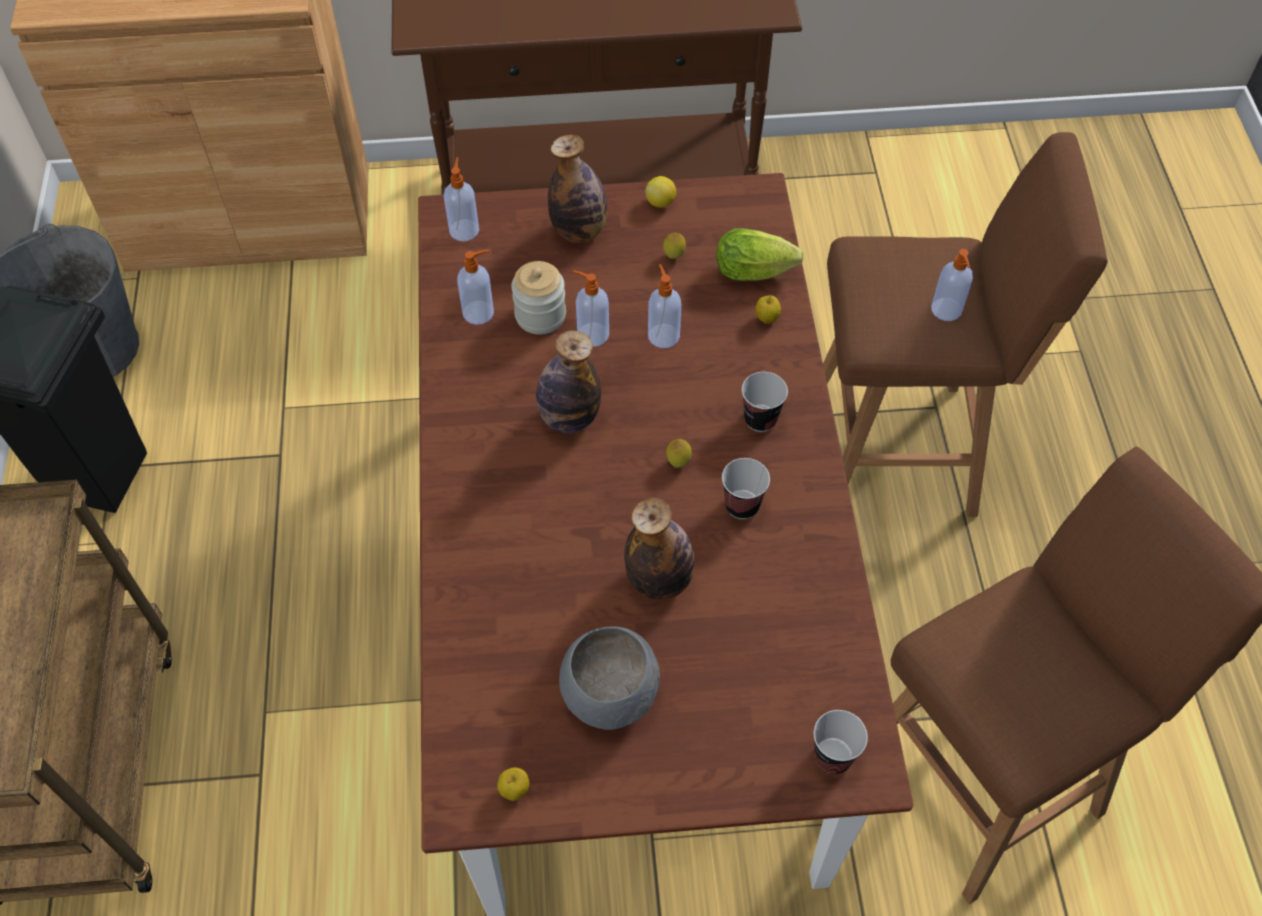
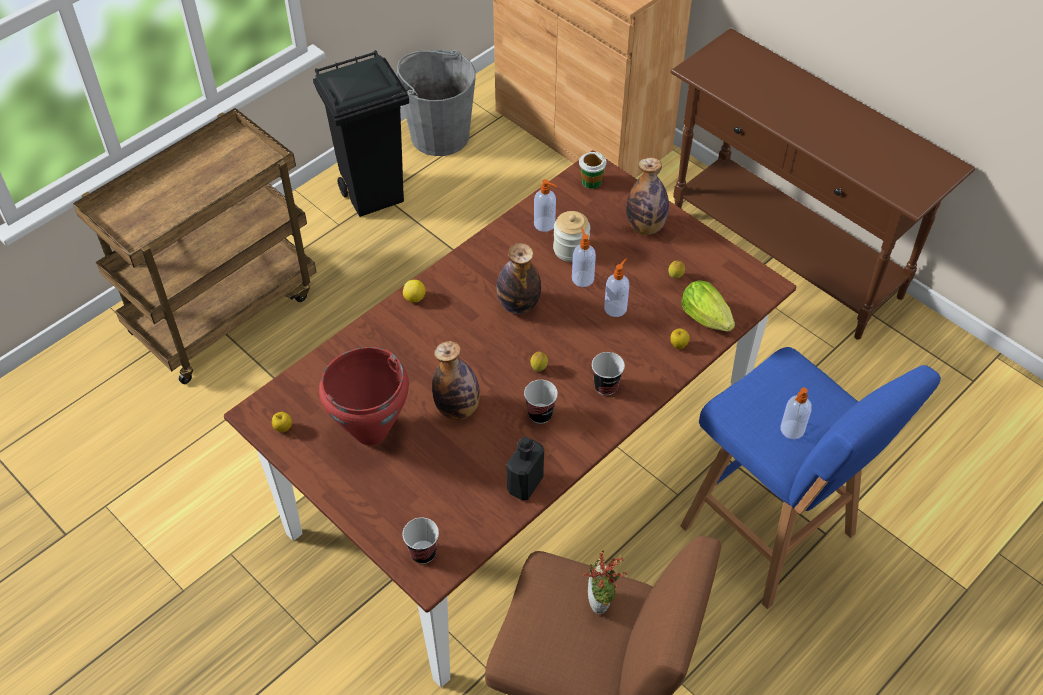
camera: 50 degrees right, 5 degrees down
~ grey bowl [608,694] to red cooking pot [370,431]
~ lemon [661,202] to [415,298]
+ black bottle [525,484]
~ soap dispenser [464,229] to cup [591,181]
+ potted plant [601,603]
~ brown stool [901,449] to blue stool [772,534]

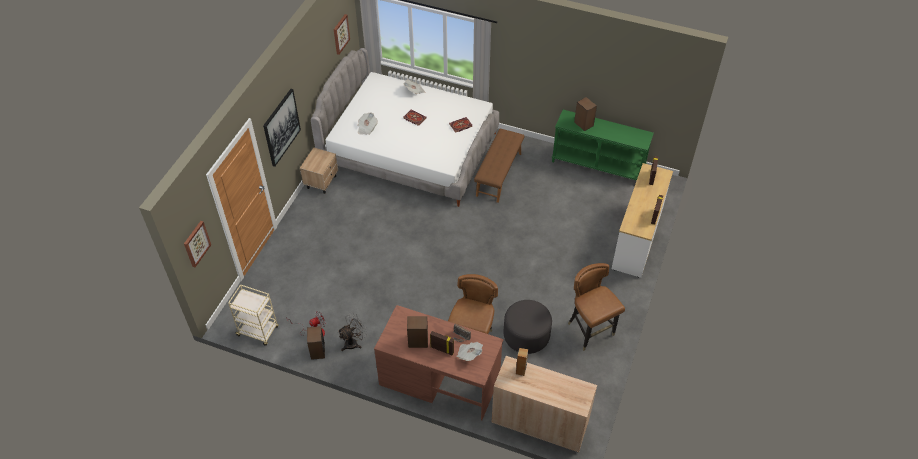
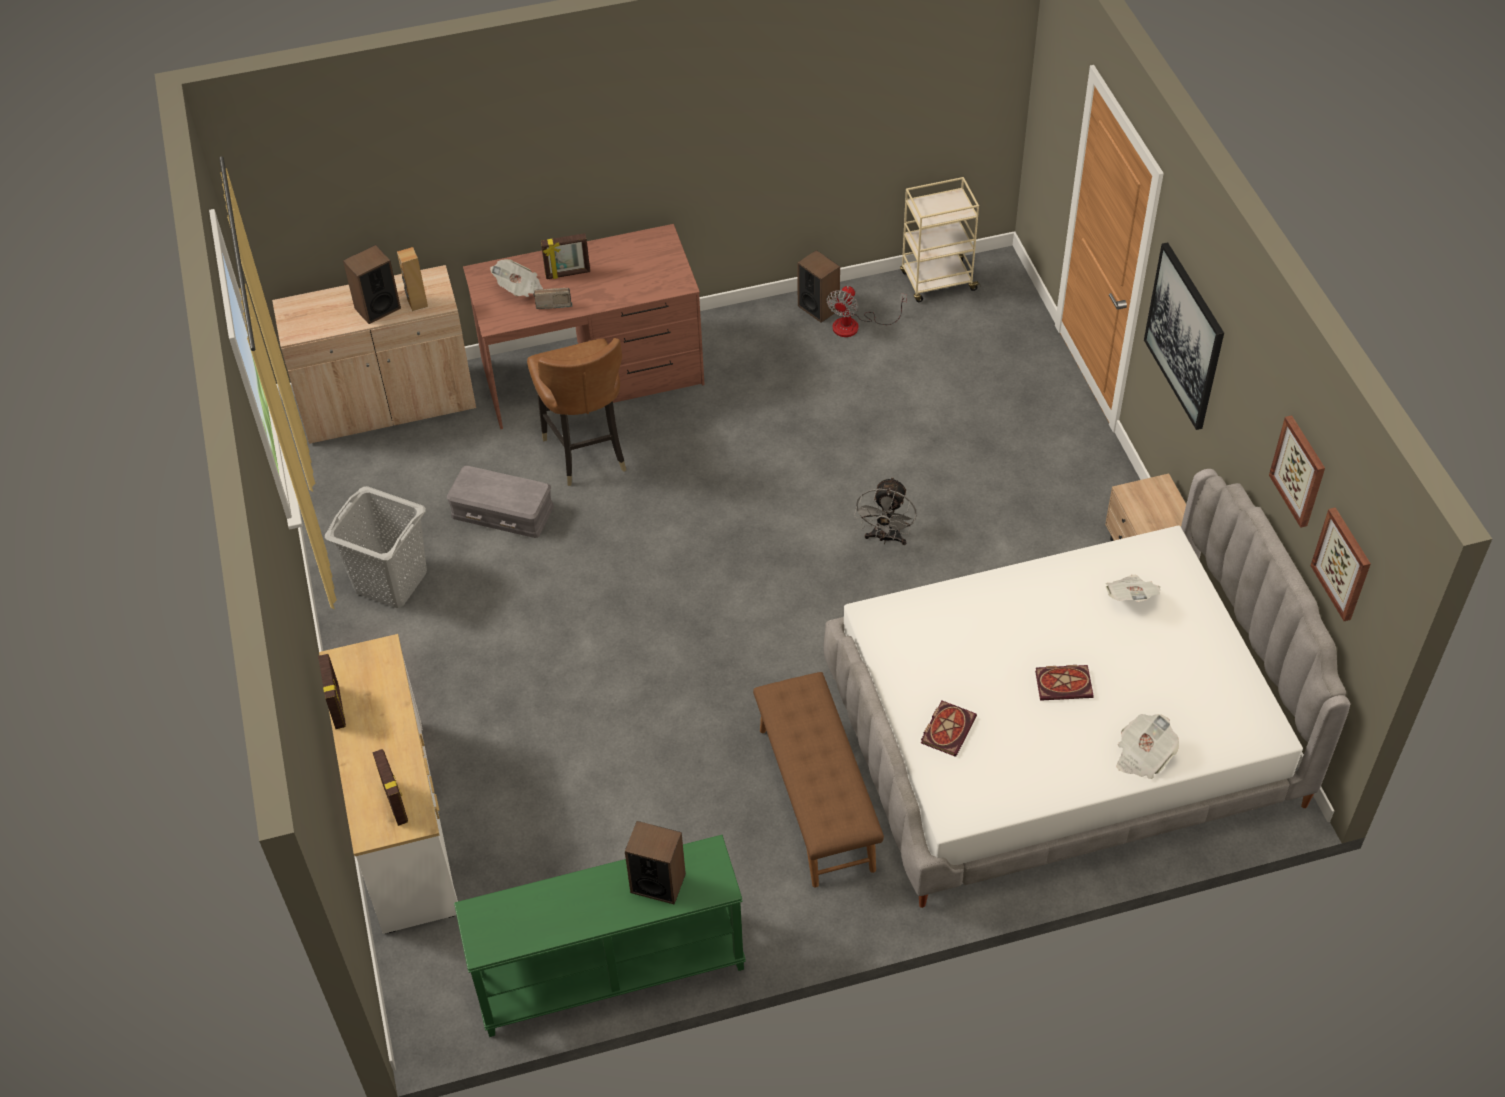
camera: 145 degrees right, 0 degrees up
~ brown chair [590,331] to grey laundry basket [391,582]
~ speaker [418,341] to [377,308]
~ grey ottoman [526,335] to grey storage box [502,512]
~ grey fan [354,342] to [885,538]
~ picture [196,243] to [1299,470]

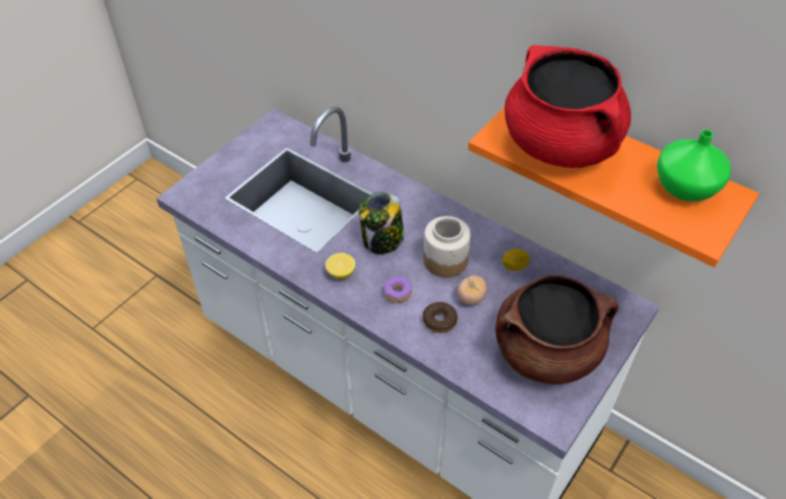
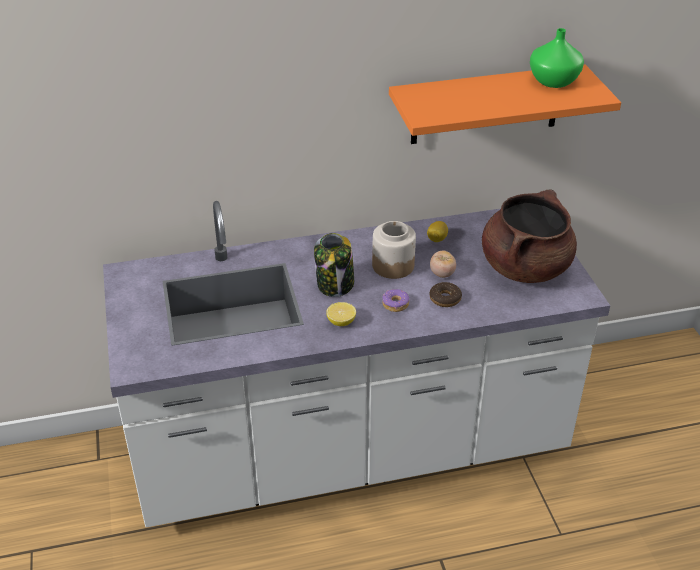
camera: 50 degrees left, 10 degrees down
- red cooking pot [560,145]

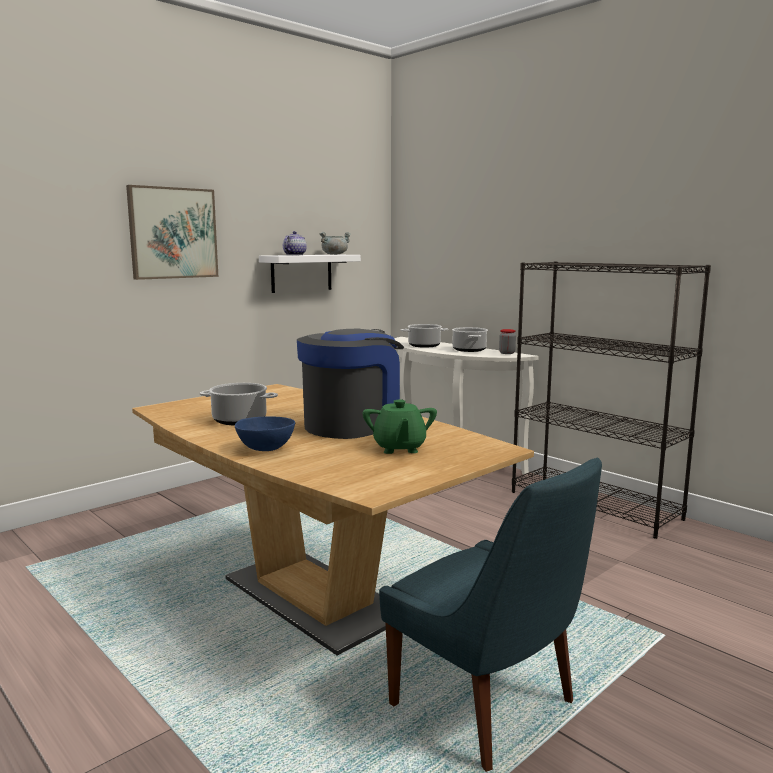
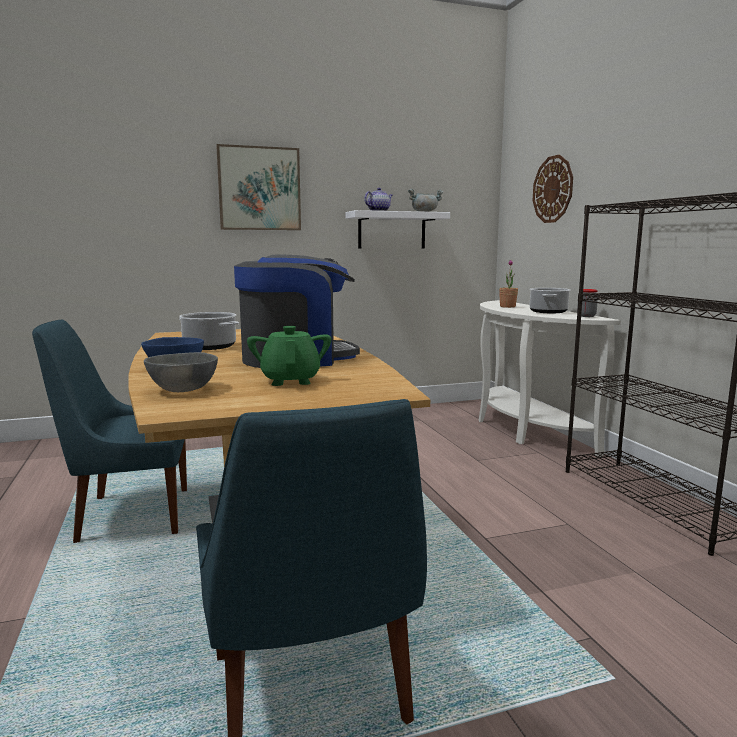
camera: 25 degrees right, 0 degrees up
+ blue chair [129,515]
+ grey bowl [181,390]
~ green teapot [399,448] = [291,380] 150 degrees clockwise
~ cooking pot [424,345] to potted plant [507,307]
+ wall clock [553,189]

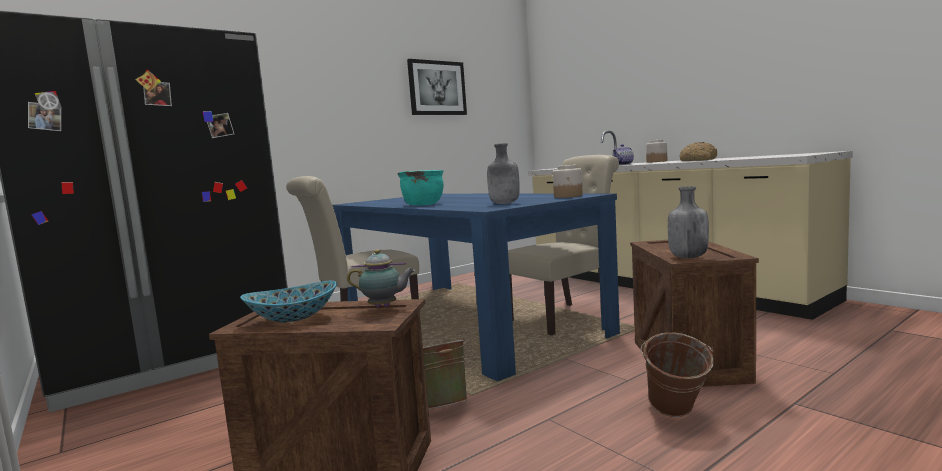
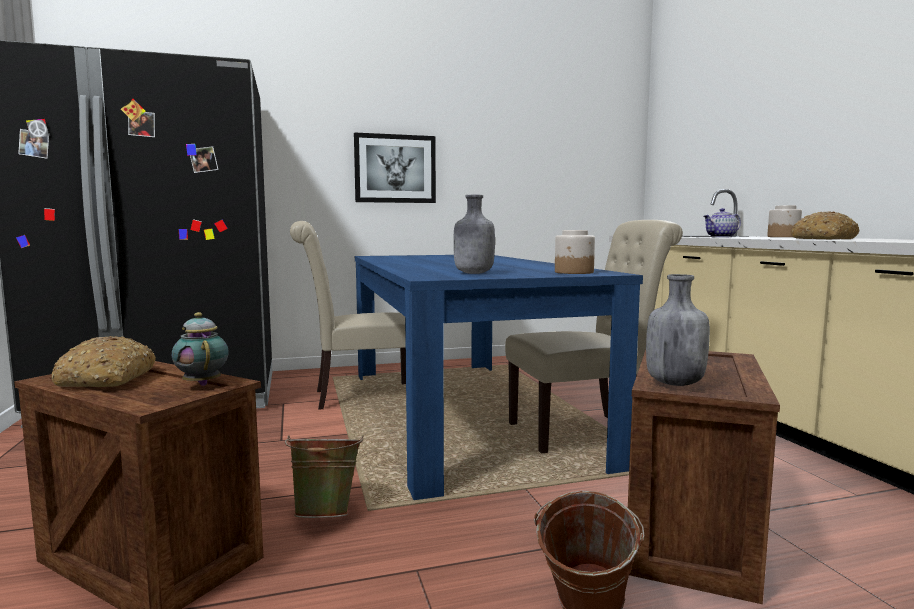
camera: 20 degrees right, 0 degrees up
~ bowl [294,318] to bread [107,379]
~ teapot [384,307] = [202,383] 150 degrees counterclockwise
~ picture [437,88] to [395,169]
- turquoise cooking pot [423,204]

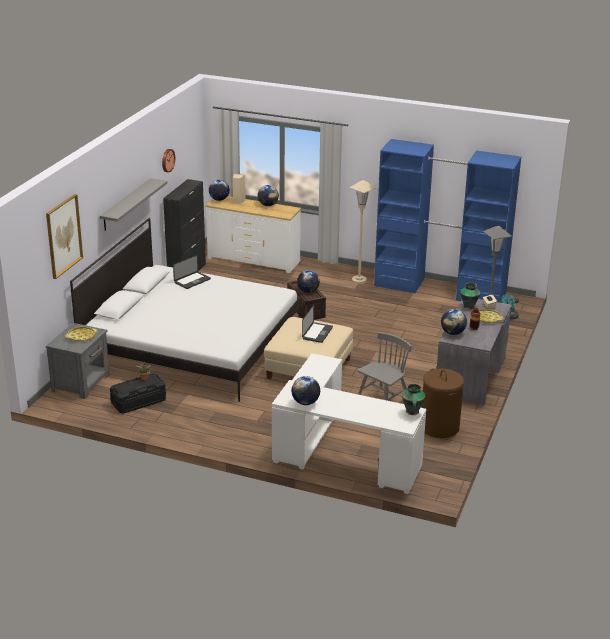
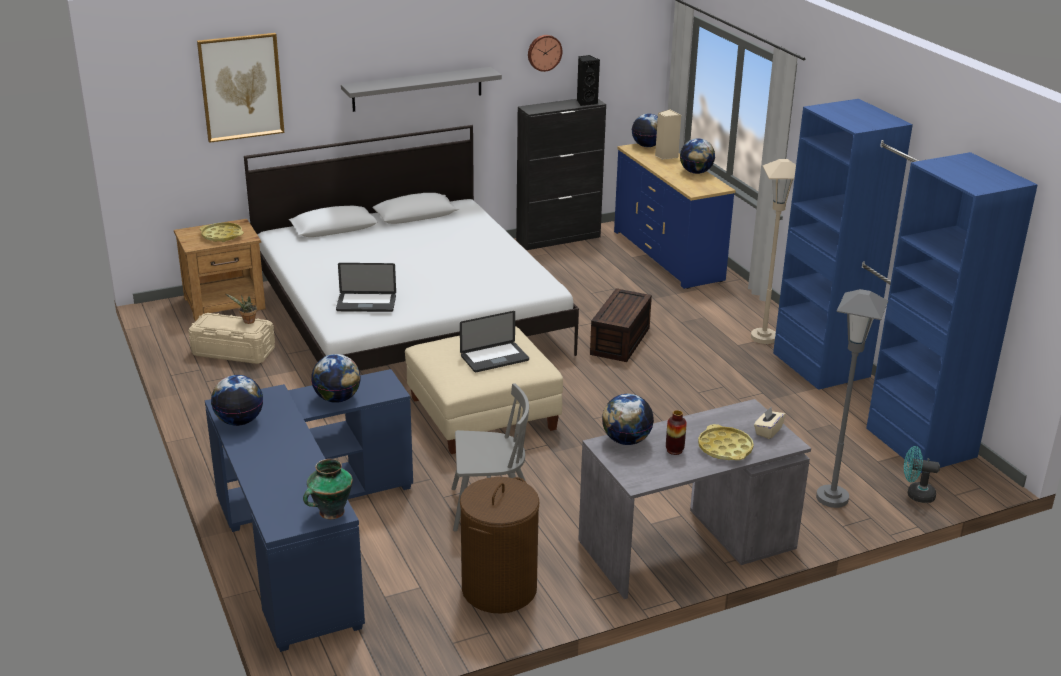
camera: 45 degrees right, 0 degrees up
~ grey nightstand [81,382] to brown nightstand [225,303]
~ black storage box [138,402] to beige storage box [233,351]
~ white desk [337,454] to blue desk [305,539]
~ globe [308,291] to [337,399]
~ laptop [192,281] to [366,304]
+ black speaker [586,102]
~ white dresser [253,260] to blue dresser [668,255]
- vase [469,306]

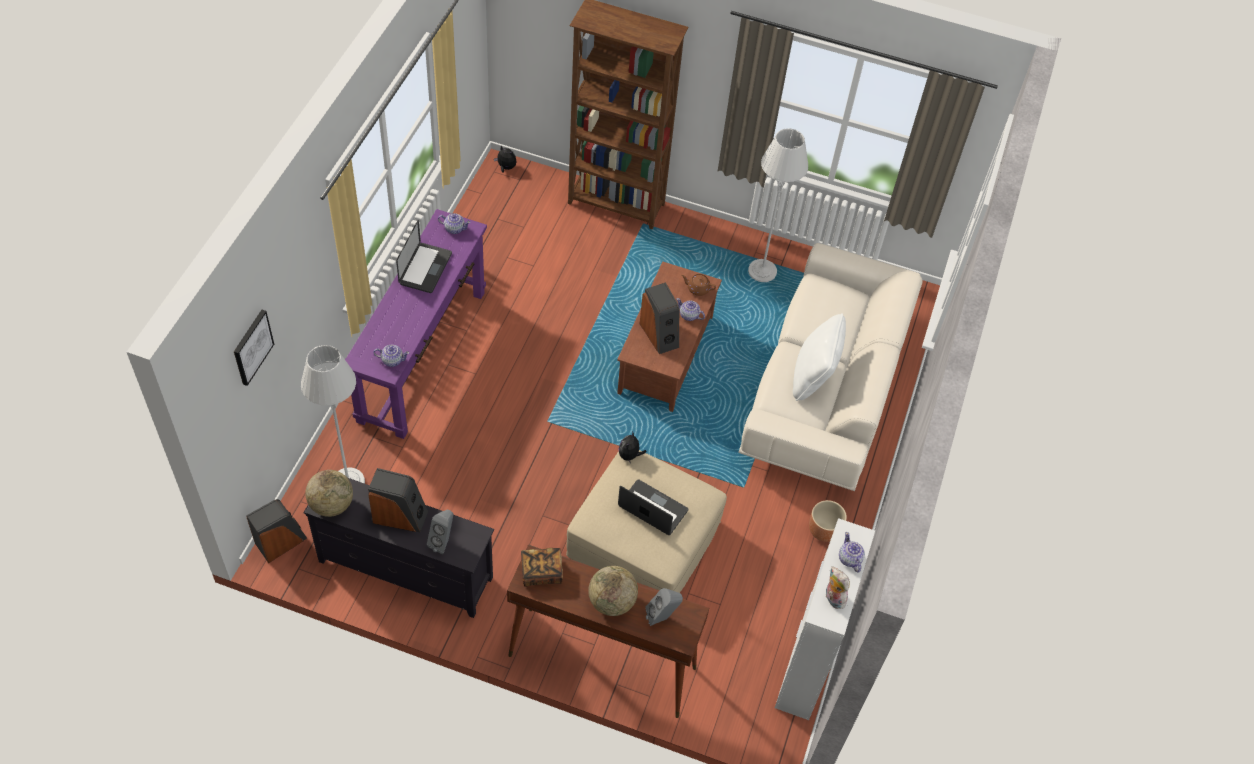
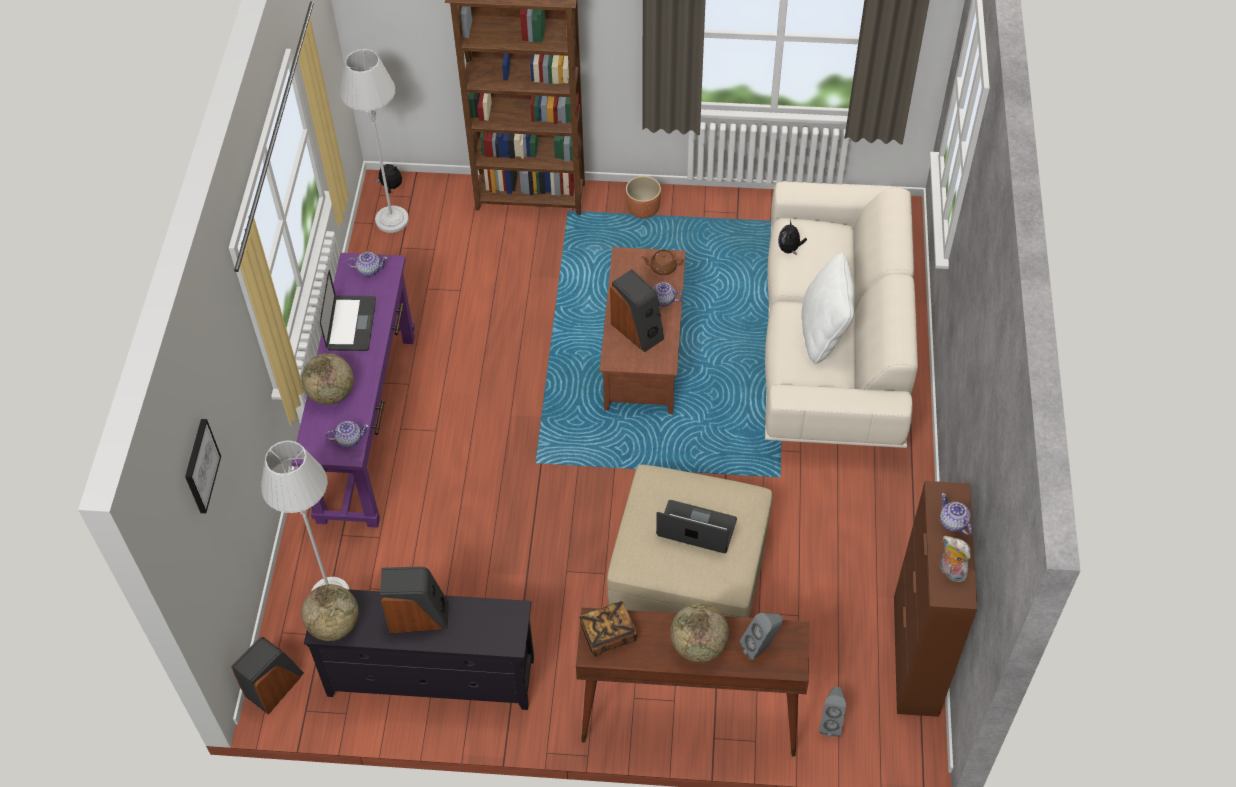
camera: 10 degrees left, 0 degrees up
+ globe [331,393]
~ grey floor lamp [762,271] to [392,220]
~ brown planter [824,531] to [643,210]
~ plush toy [629,455] to [789,249]
~ grey speaker [443,541] to [831,722]
~ white cabinet [806,665] to brown cabinet [915,656]

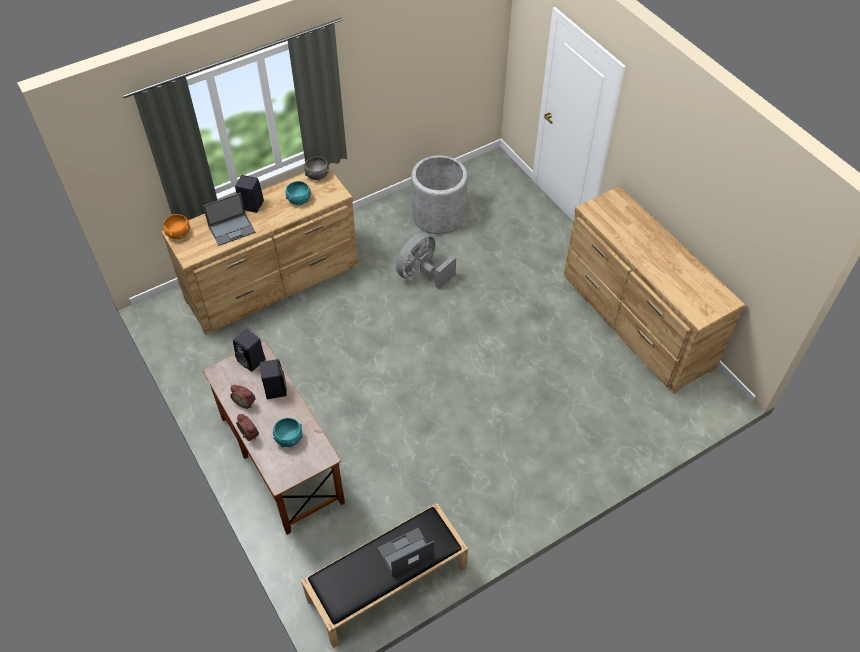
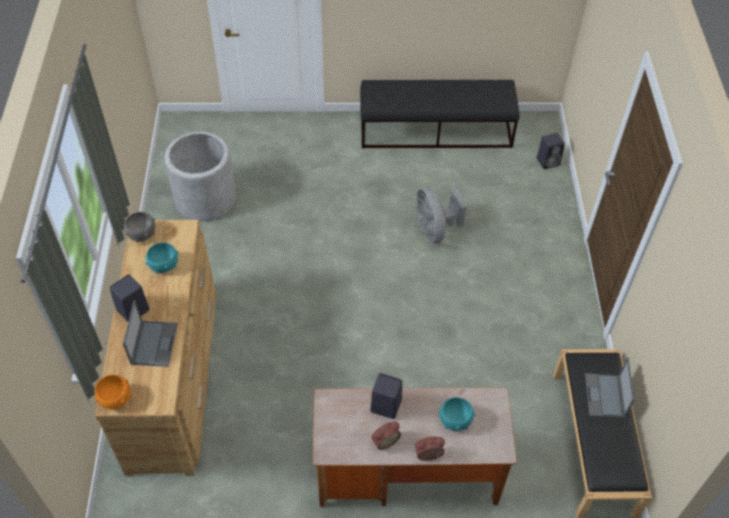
camera: 60 degrees left, 0 degrees up
~ brown dresser [636,321] to black bench [436,131]
~ grey fan [422,274] to [434,230]
~ black speaker [252,361] to [548,161]

